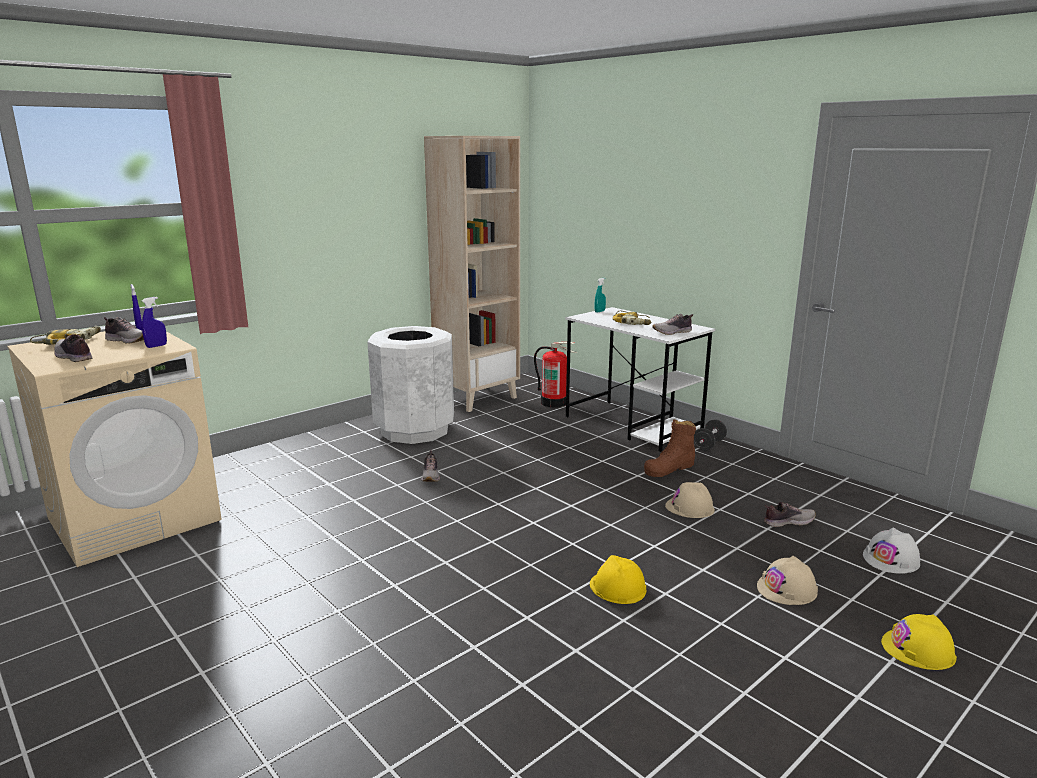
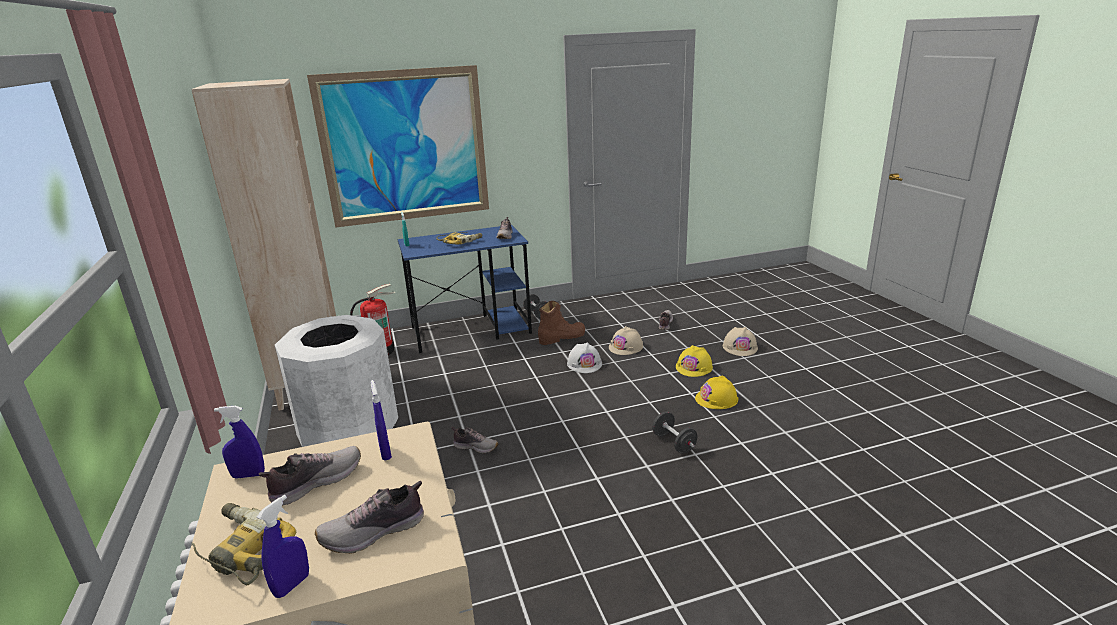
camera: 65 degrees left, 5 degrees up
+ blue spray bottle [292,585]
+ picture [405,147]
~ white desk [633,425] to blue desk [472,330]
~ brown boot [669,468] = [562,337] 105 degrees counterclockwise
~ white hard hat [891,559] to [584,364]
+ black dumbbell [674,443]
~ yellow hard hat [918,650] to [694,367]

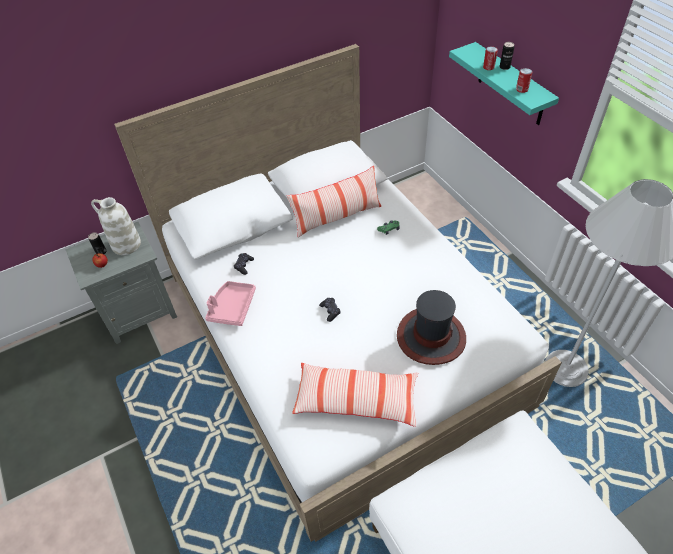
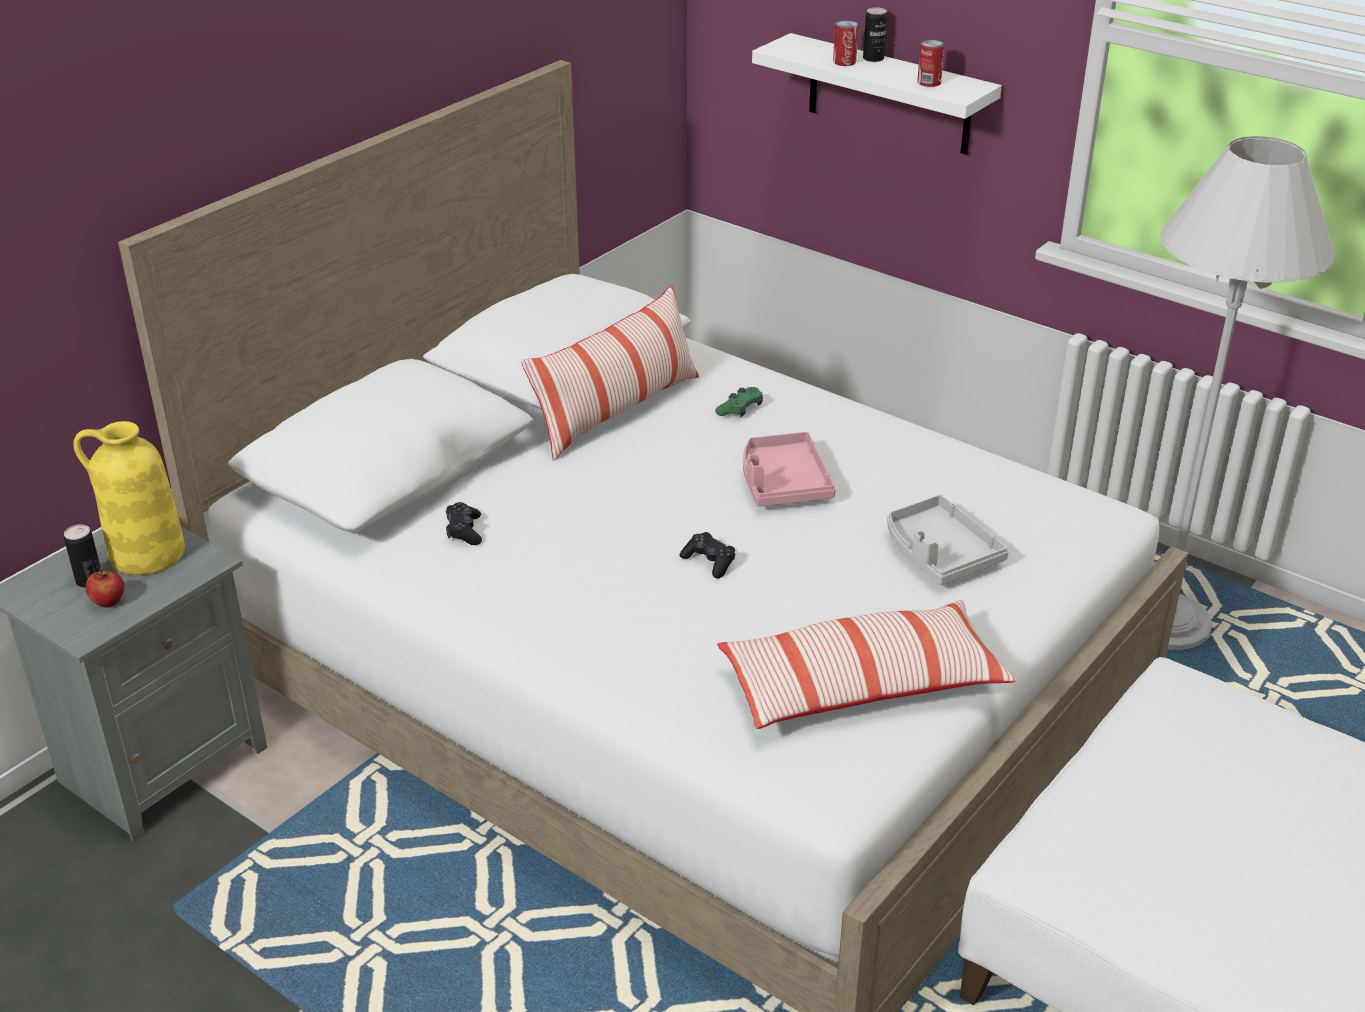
camera: 25 degrees left, 15 degrees down
~ white vase [126,245] to yellow vase [146,554]
~ pink tray [232,307] to [783,483]
~ turquoise shelf [511,85] to white shelf [889,95]
~ hat [430,337] to grey tray [939,554]

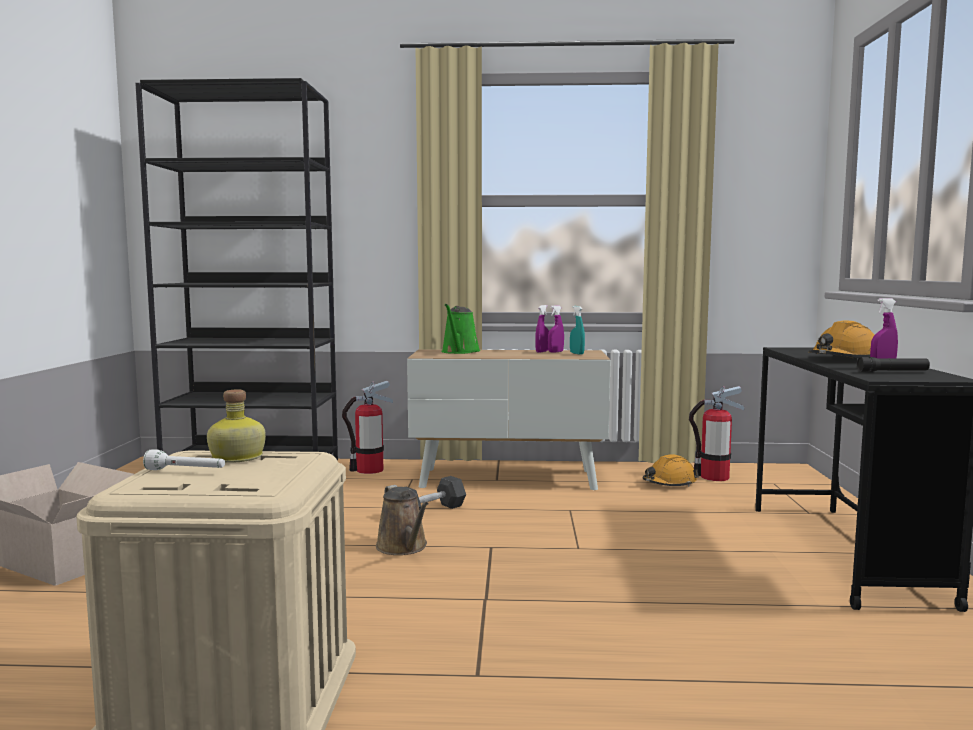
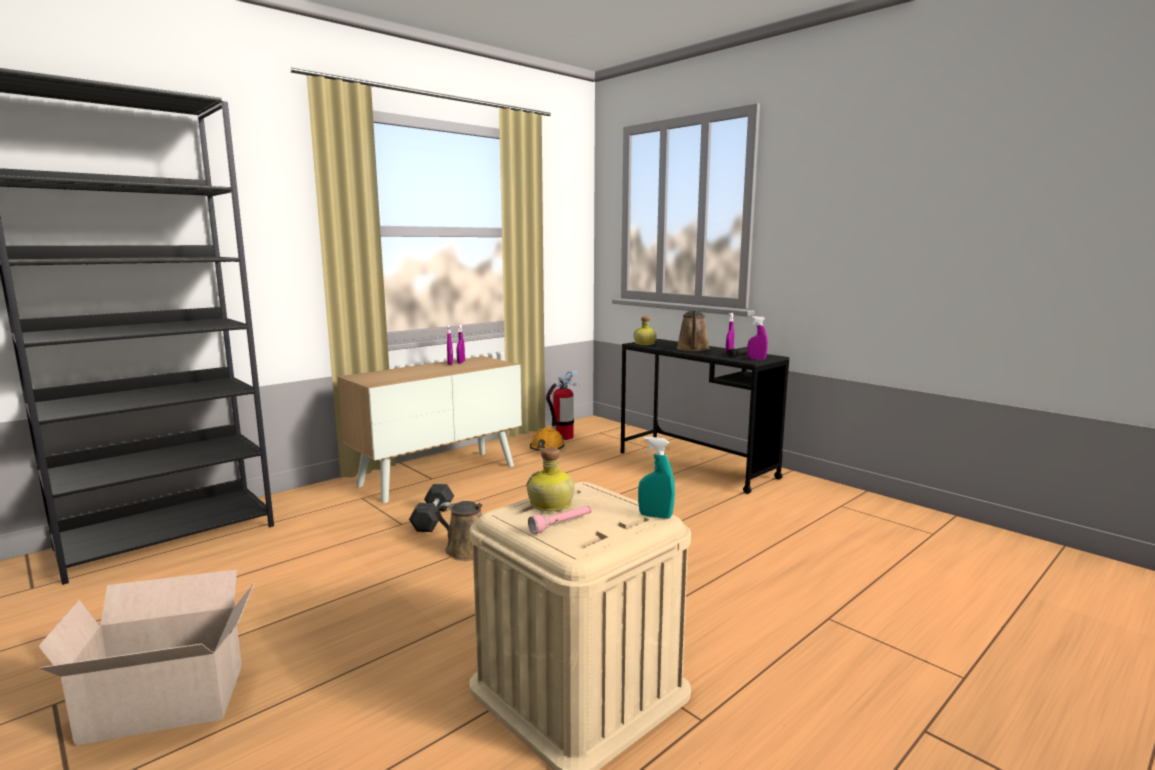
camera: 45 degrees left, 5 degrees up
~ white flashlight [186,471] to pink flashlight [562,525]
+ bottle [645,344]
~ turquoise spray bottle [576,353] to [655,516]
~ orange hard hat [844,359] to brown watering can [693,349]
+ purple spray bottle [756,359]
- fire extinguisher [369,470]
- green watering can [459,352]

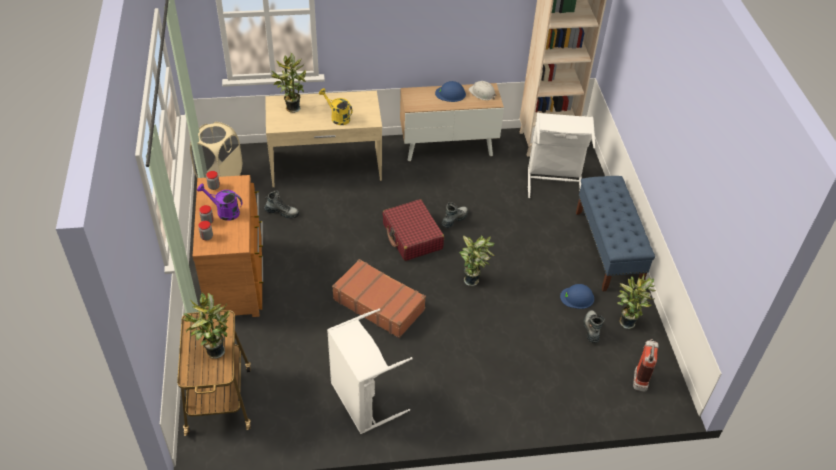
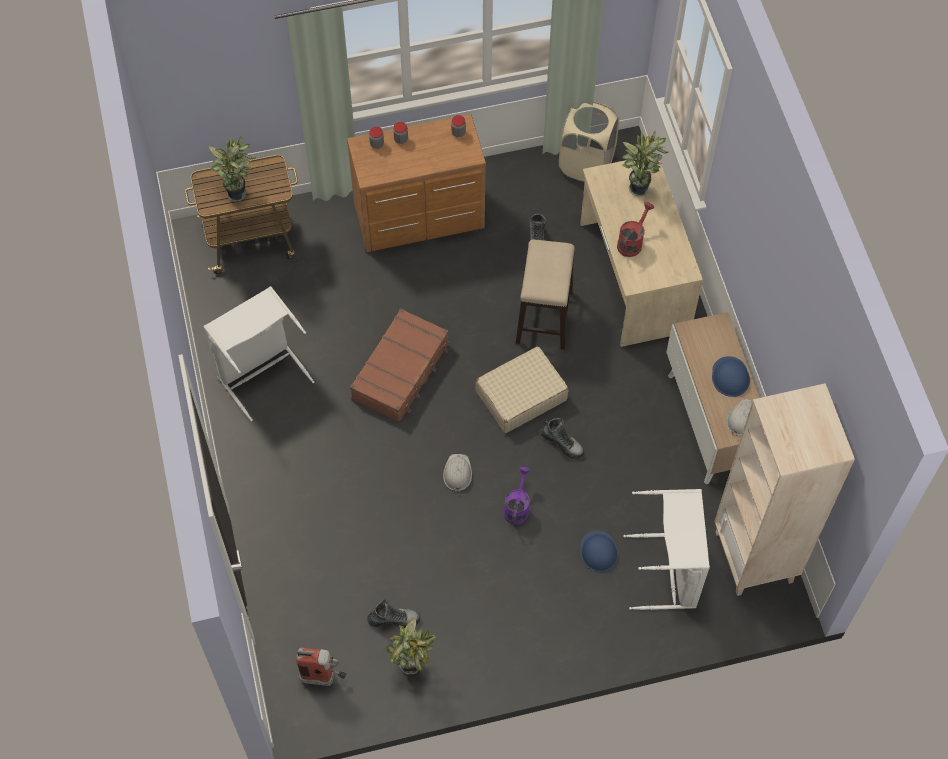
camera: 85 degrees right, 15 degrees up
~ potted plant [472,279] to white hard hat [457,473]
~ red suitcase [412,237] to beige suitcase [520,396]
~ purple watering can [224,212] to [517,507]
+ stool [544,316]
~ blue hard hat [577,297] to [598,551]
~ yellow watering can [337,117] to red watering can [632,241]
- blue bench [607,249]

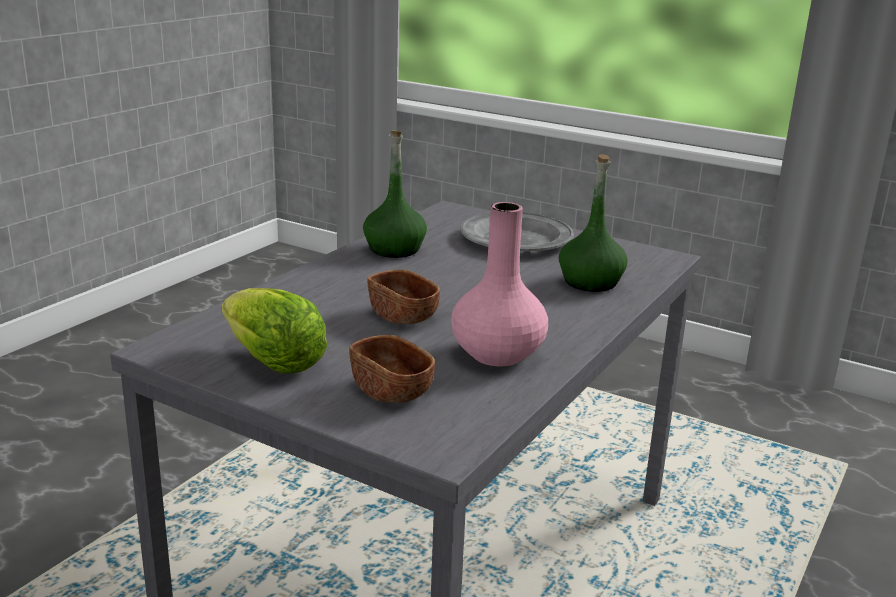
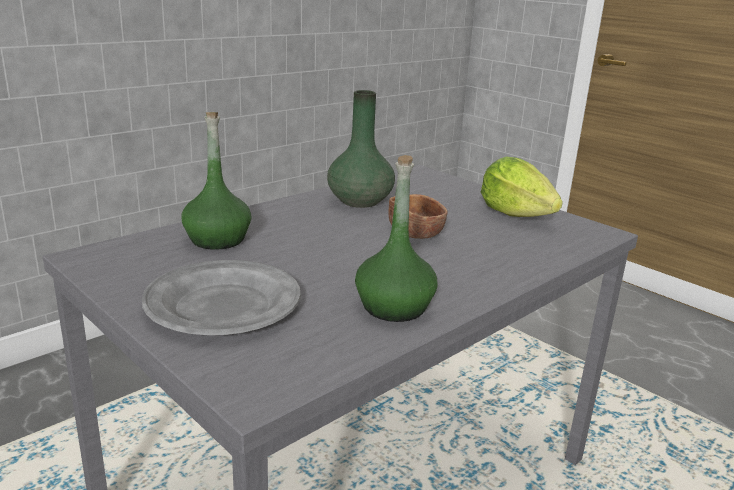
camera: 165 degrees left, 0 degrees up
~ pink vase [498,354] to green vase [359,201]
- brown bowl [391,391]

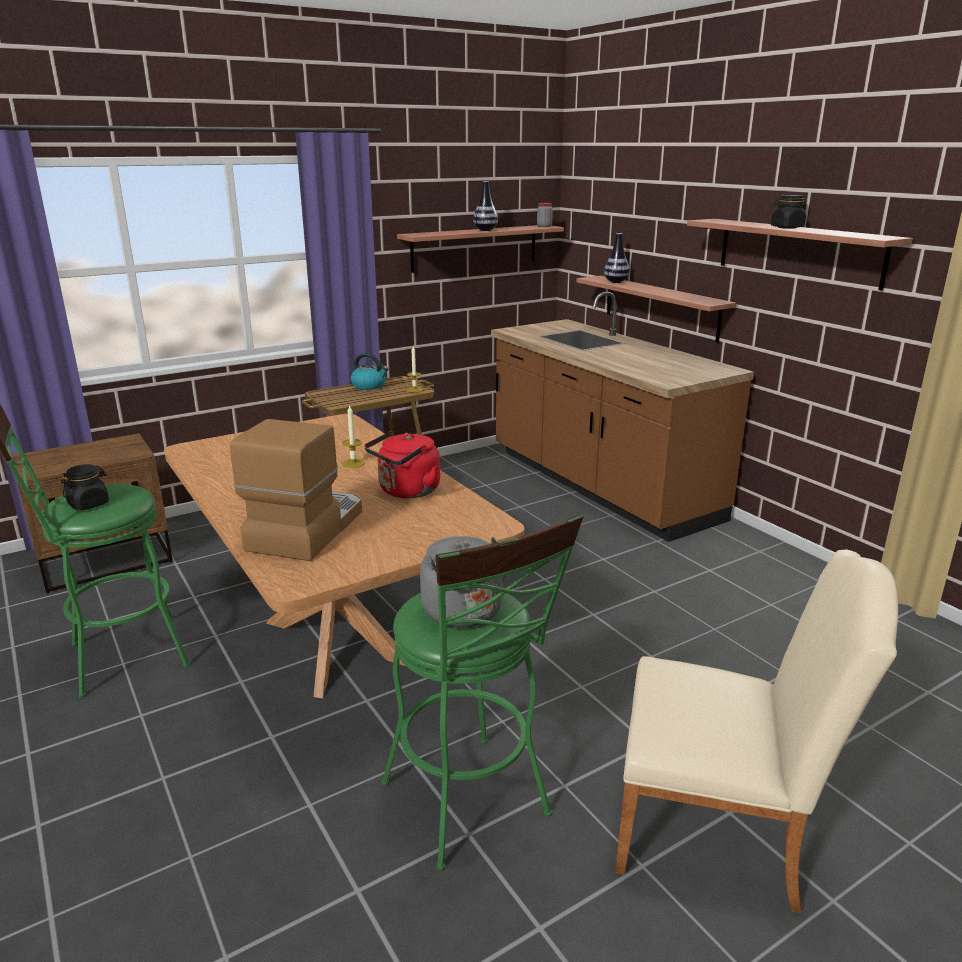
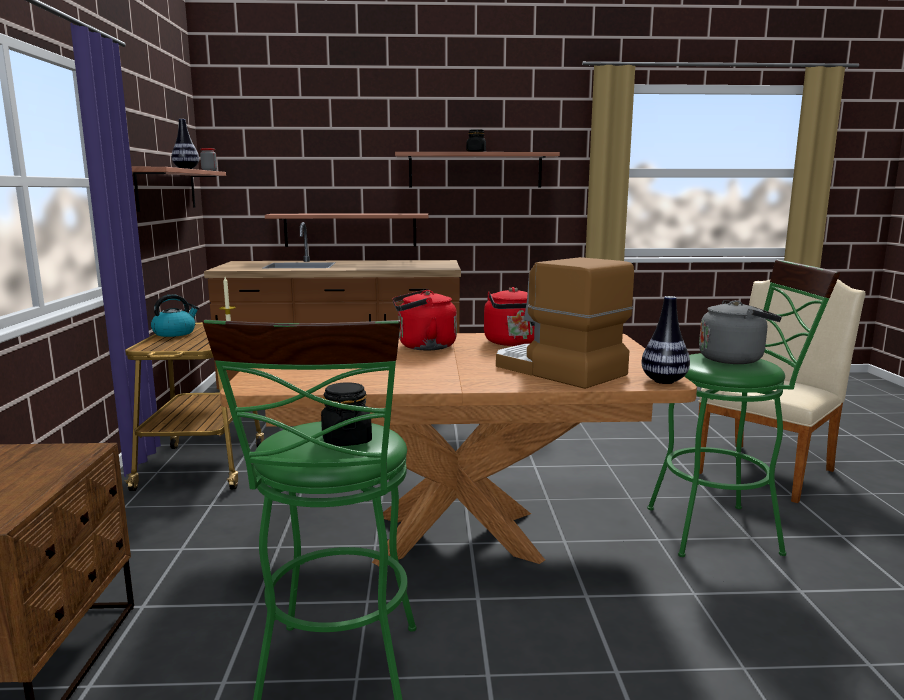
camera: 60 degrees left, 10 degrees down
~ candle [353,463] to red kettle [423,347]
~ vase [616,282] to [664,381]

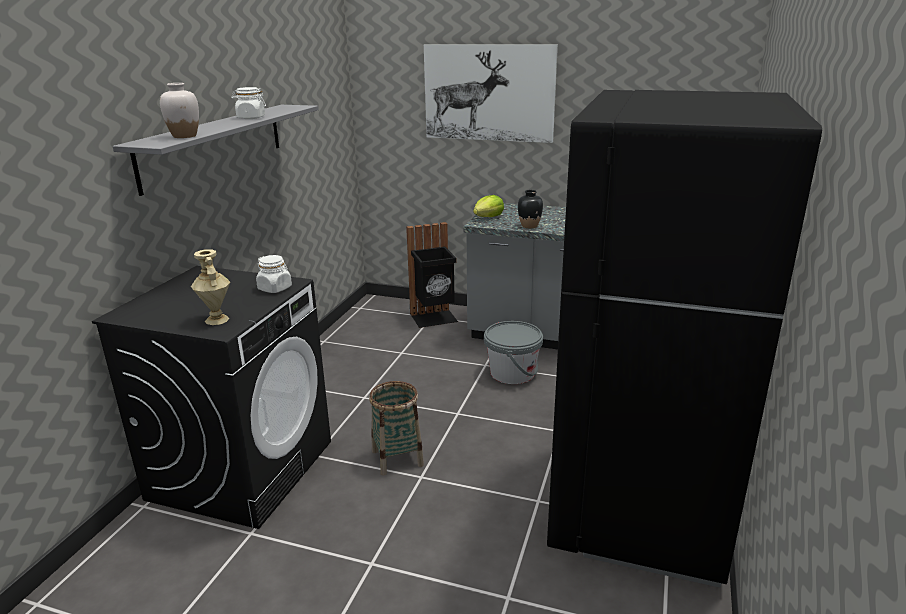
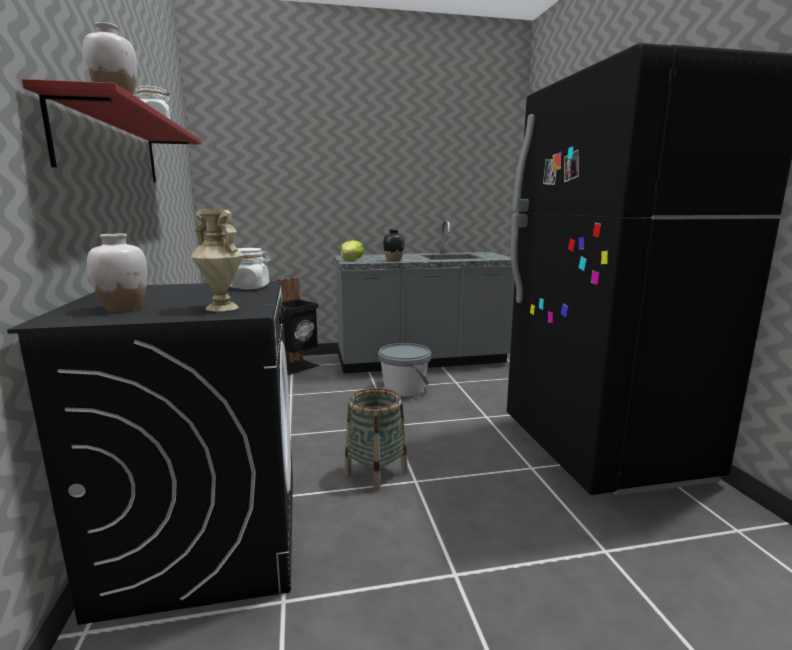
camera: 30 degrees left, 10 degrees down
~ grey shelf [214,145] to red shelf [112,147]
+ white vase [124,308]
- picture [489,93]

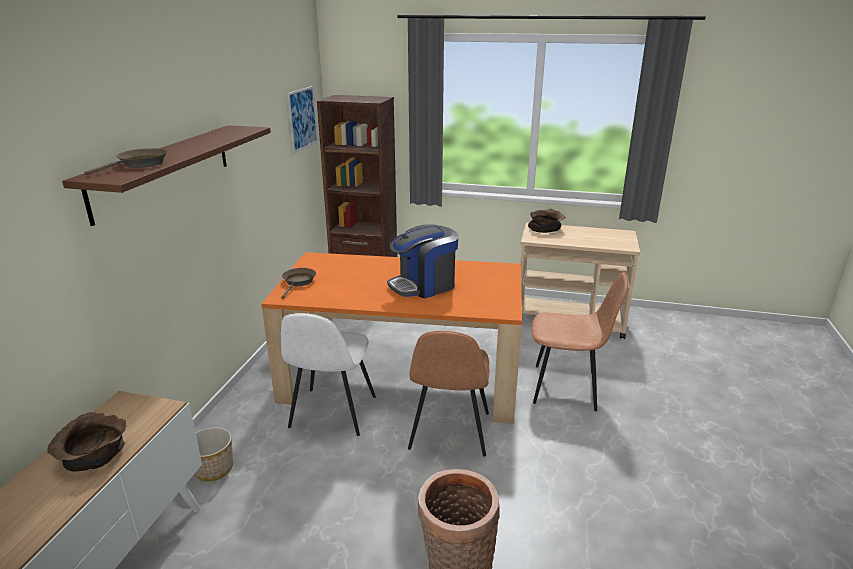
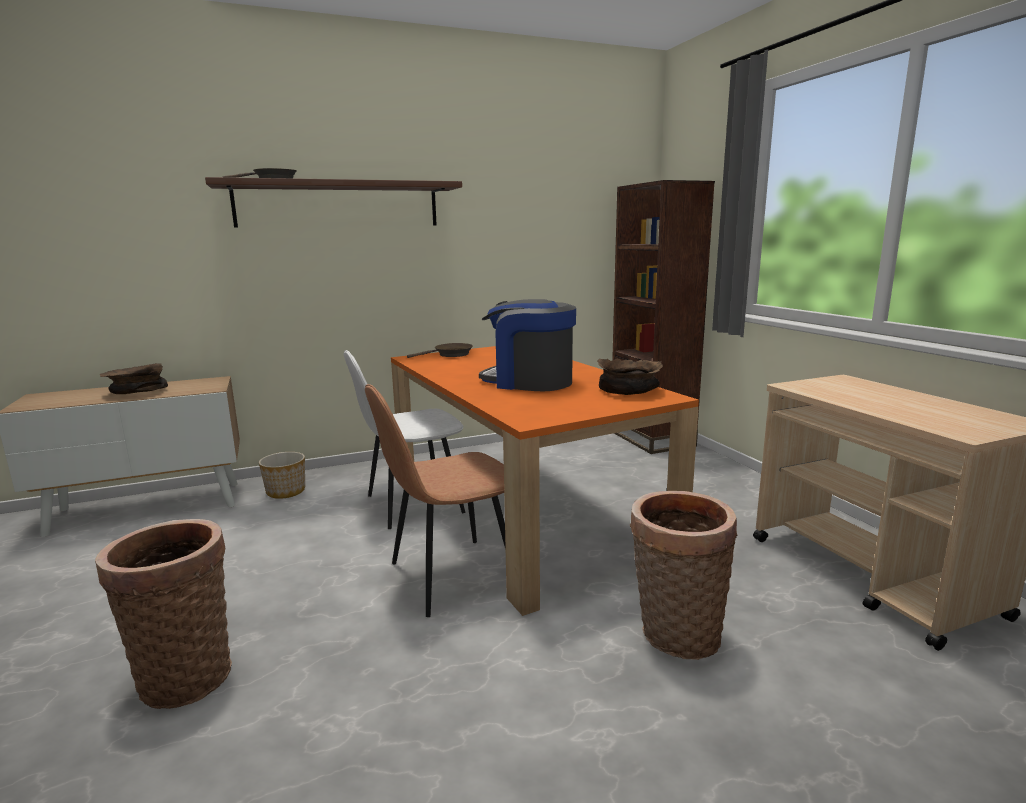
camera: 55 degrees right, 10 degrees down
~ brown bowl [545,228] to [629,390]
~ brown chair [567,388] to basket [675,634]
- picture [302,118]

